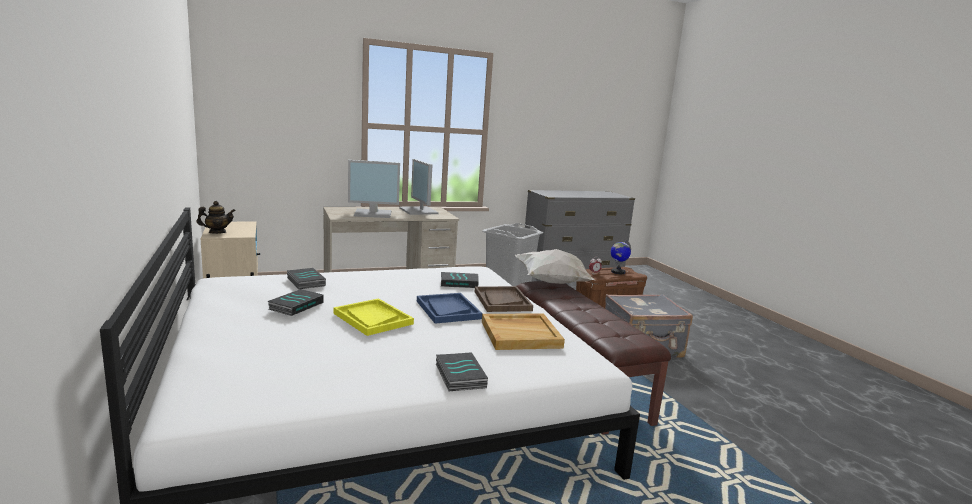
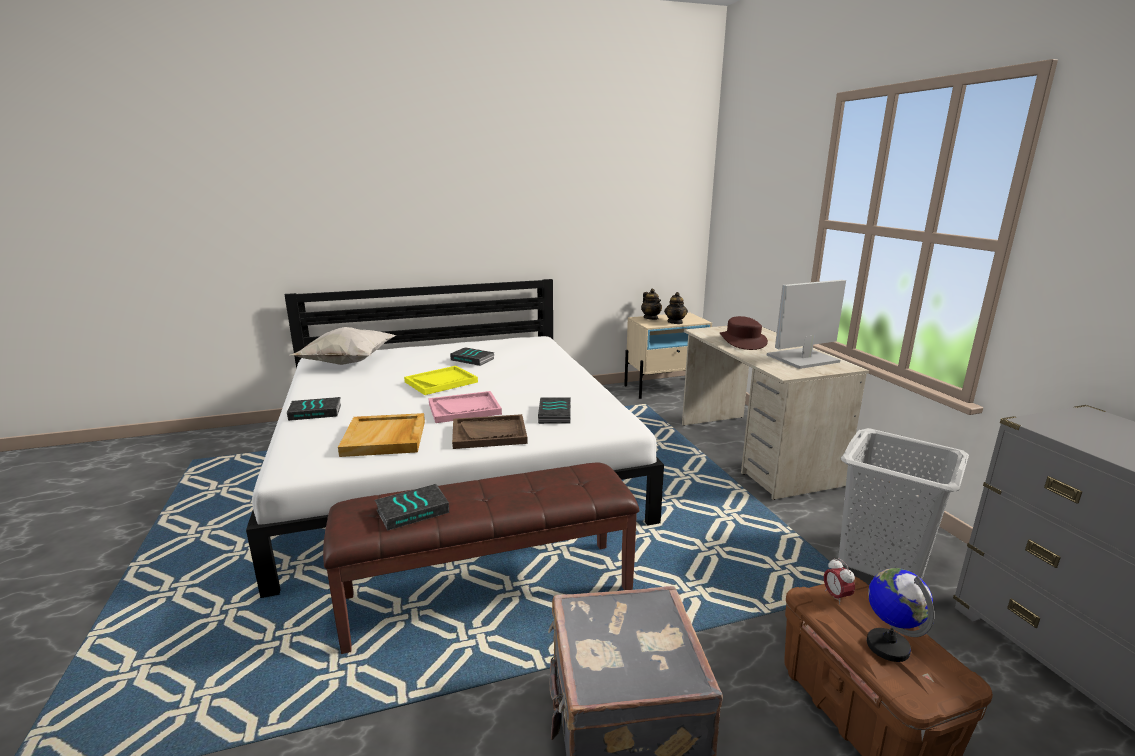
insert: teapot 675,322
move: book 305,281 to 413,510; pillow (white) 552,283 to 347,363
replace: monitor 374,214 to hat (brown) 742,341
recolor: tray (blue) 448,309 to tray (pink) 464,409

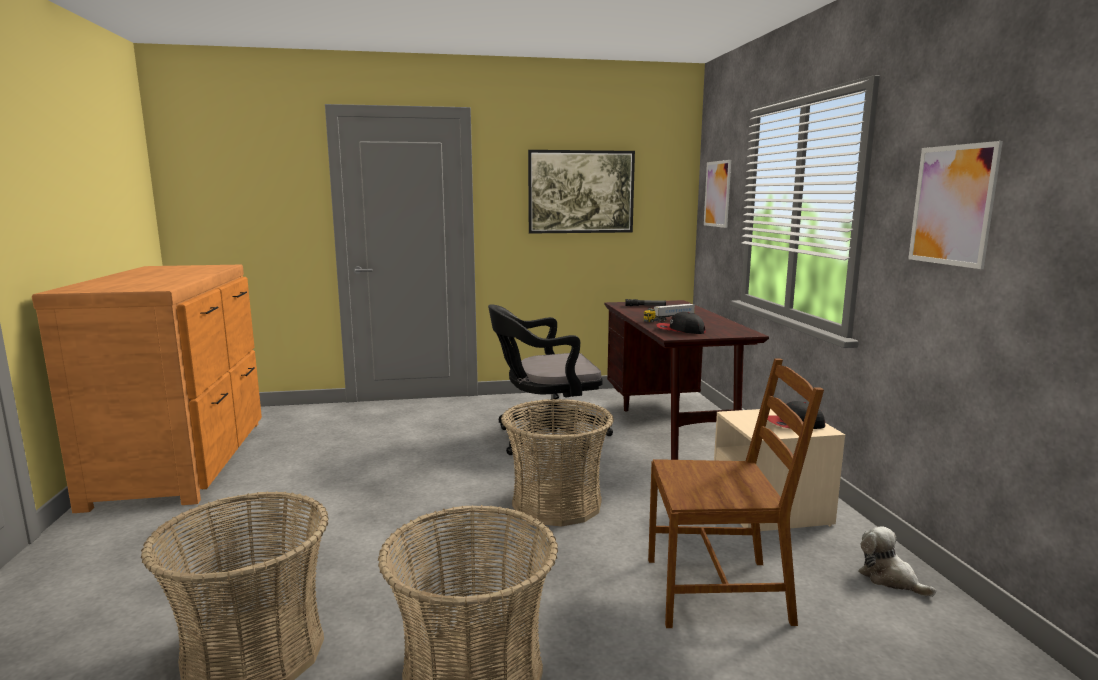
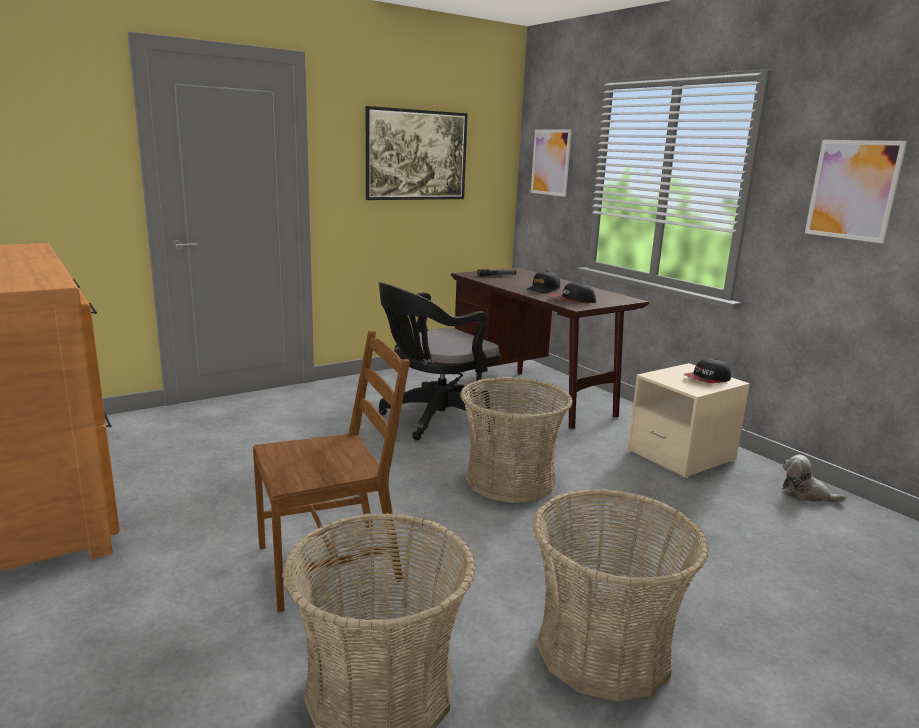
move: chair (brown) 718,591 to 330,563
replace: toy truck 668,320 to cap (black) 543,289

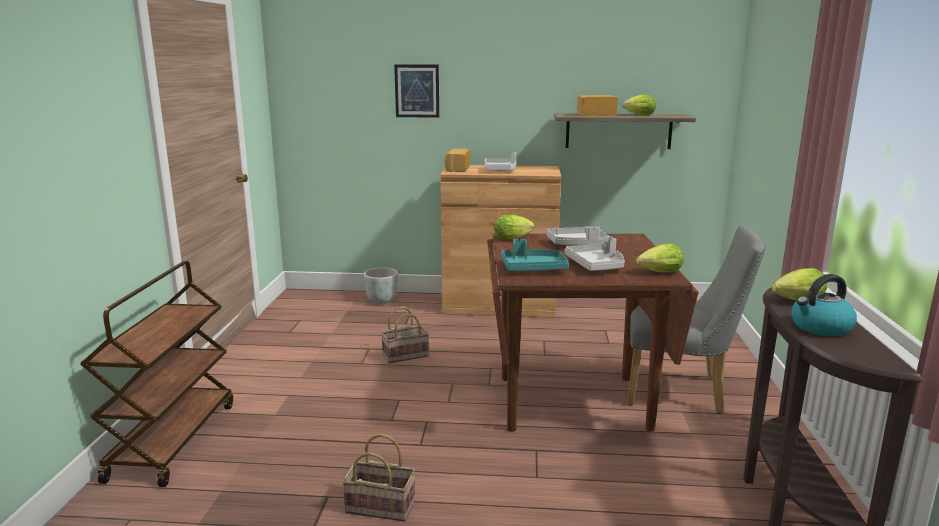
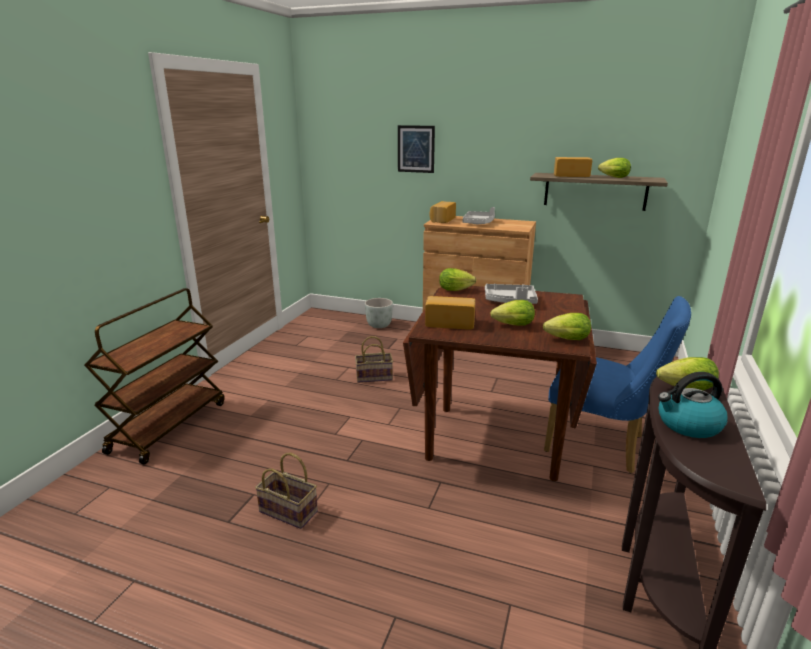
replace: tray (turquoise) 533,269 to bread 450,323; tray (grey) 596,265 to lettuce 511,325
recolor: chair (grey) 682,391 to chair (blue) 602,445

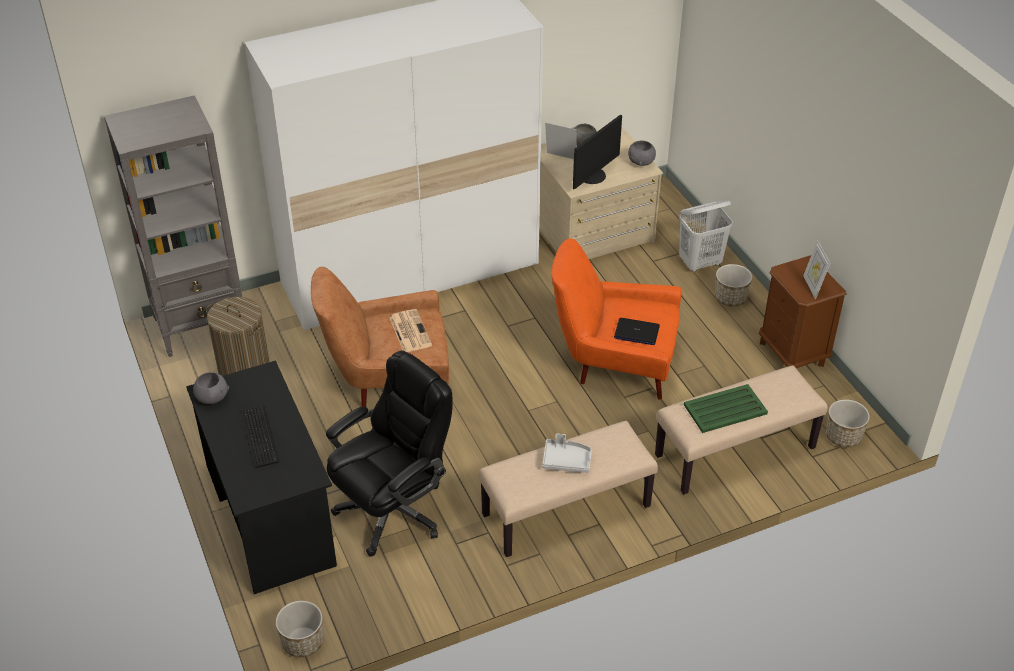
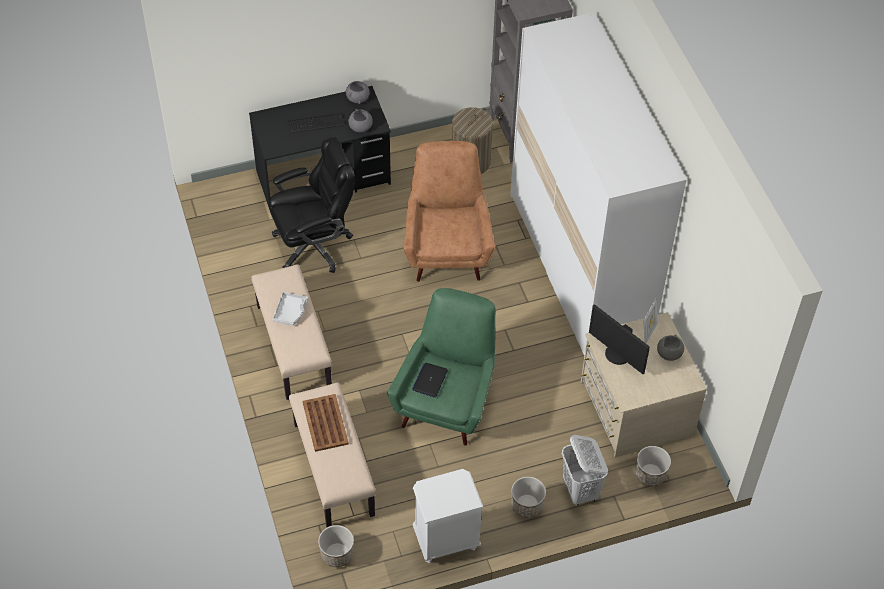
delete: newspaper 409,331; picture frame 812,287
move: planter 302,642 to 650,474; bowl (grey) 641,162 to 360,127
recolor: armchair (orange) 615,364 to armchair (green) 447,400; tray (green) 726,409 to tray (brown) 325,424; nightstand (brown) 792,353 to nightstand (white) 445,540
rotate: office chair (black) 393,510 = 314,245 75 degrees counterclockwise

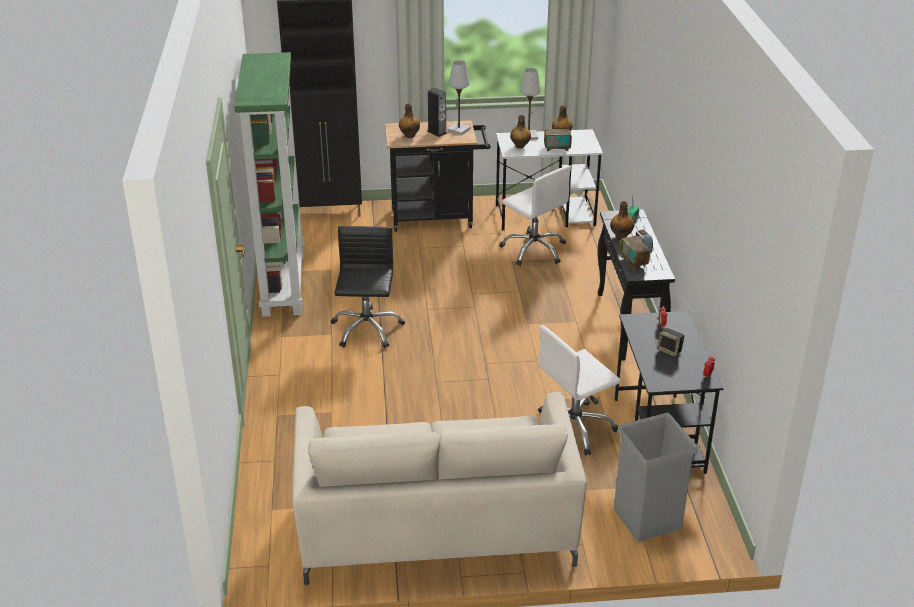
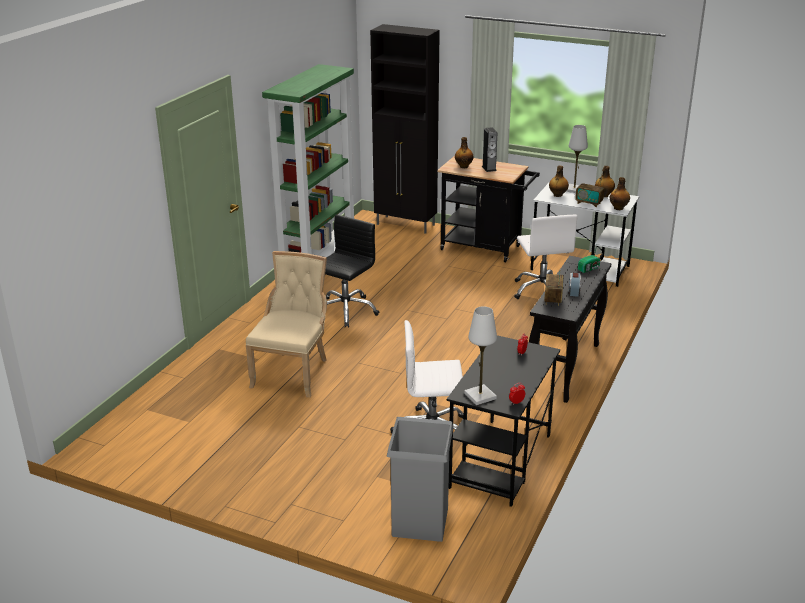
delete: sofa (beige) 436,525; speaker 670,351
insert: chair (beige) 293,372
move: table lamp (white) 458,130 to 480,396; bottle 621,236 to 618,208

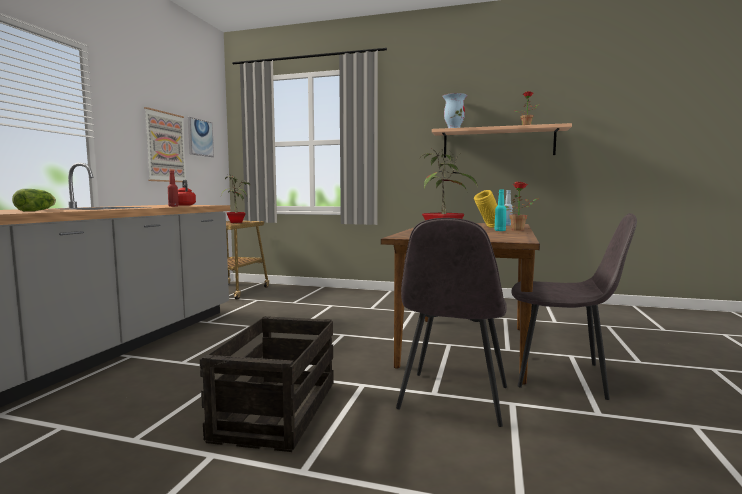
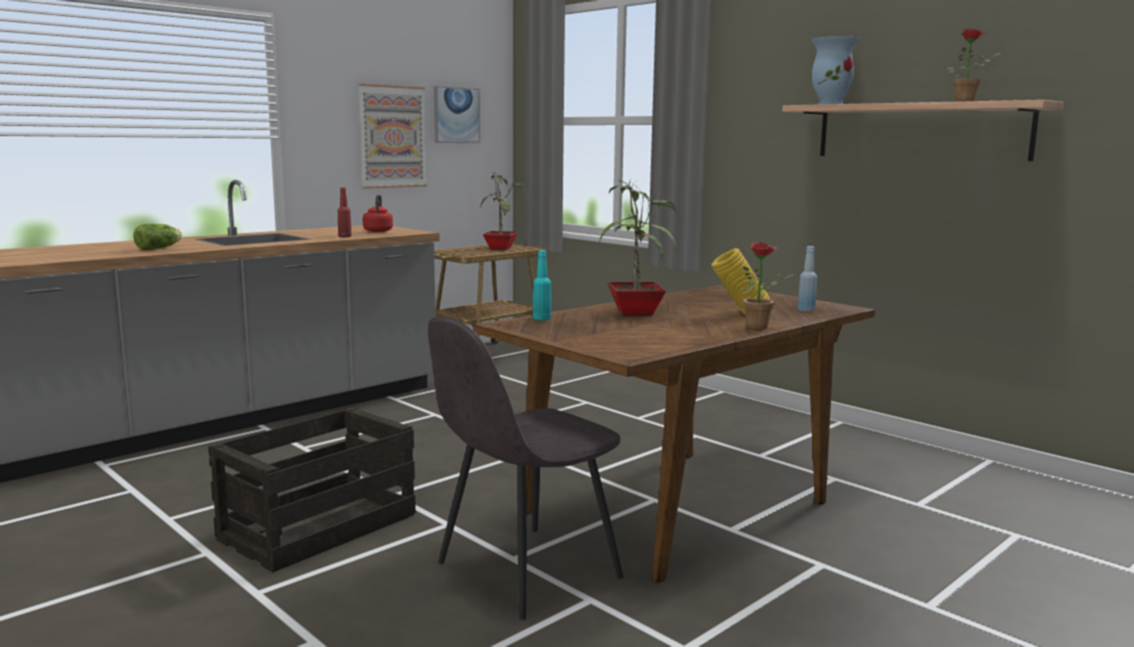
delete: chair (grey) 562,376
move: bottle (turquoise) 500,230 to 542,319

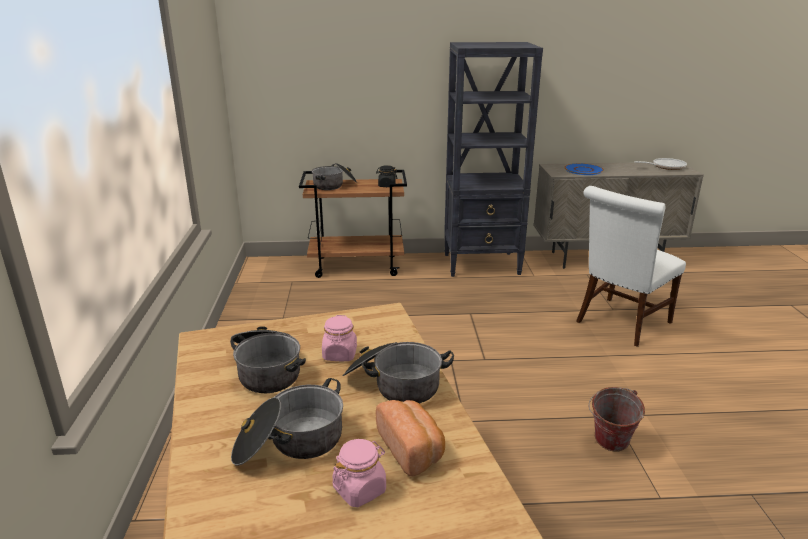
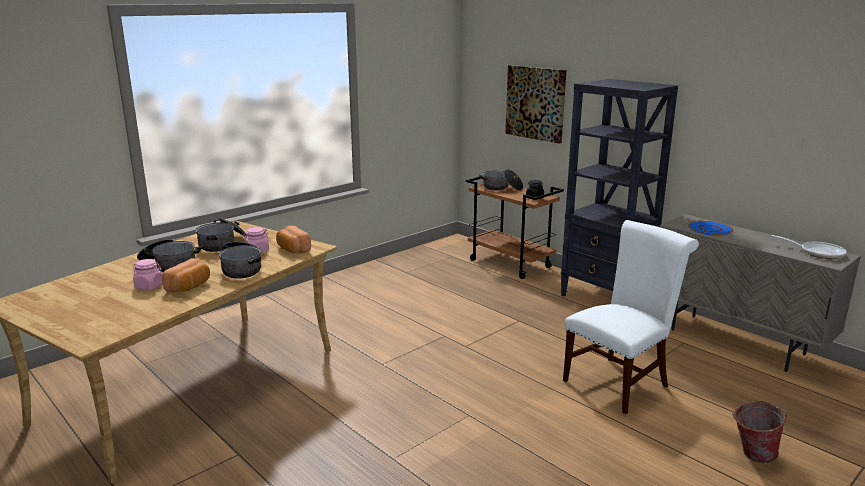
insert: bread 292,249; picture 535,103
move: bucket 609,445 to 751,455
rotate: chair (white) 620,323 = 619,381 135 degrees clockwise

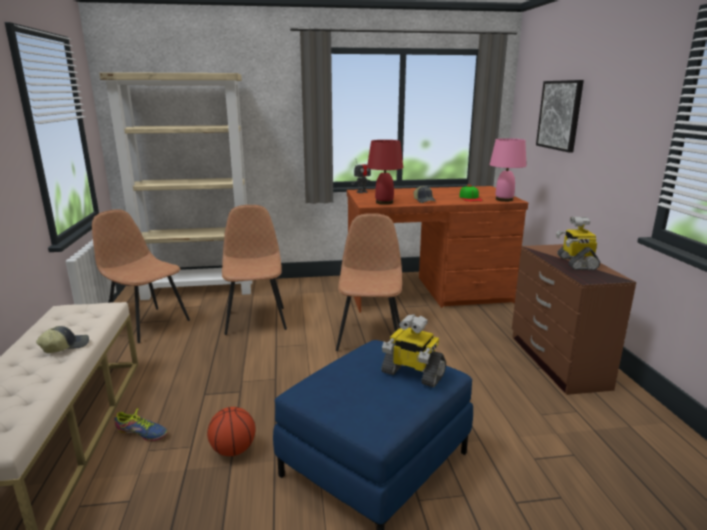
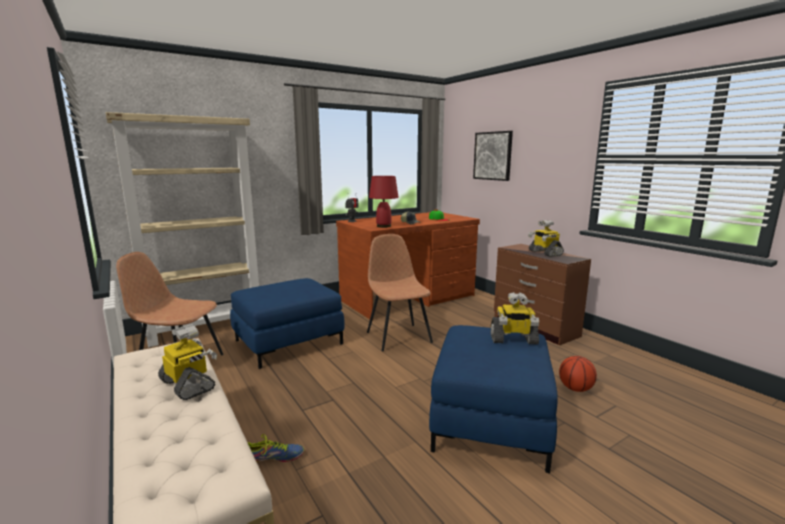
delete: table lamp (pink) 503,199
move: basketball 233,450 to 575,389
replace: cap 65,346 to toy robot 188,385; chair (brown) 256,320 to ottoman (blue) 288,342

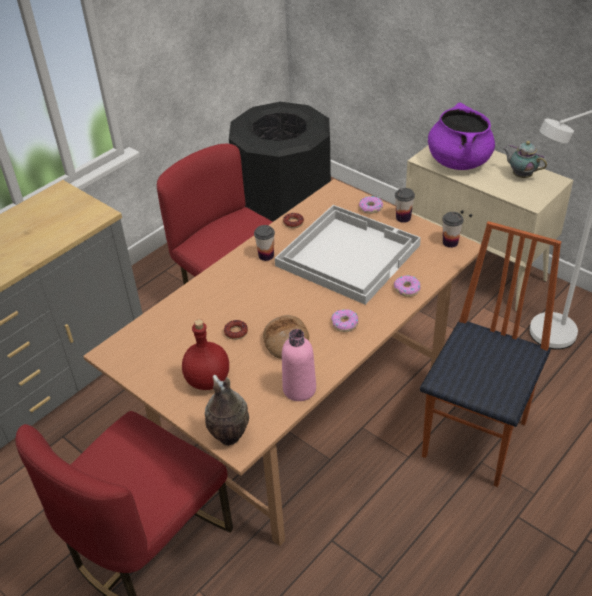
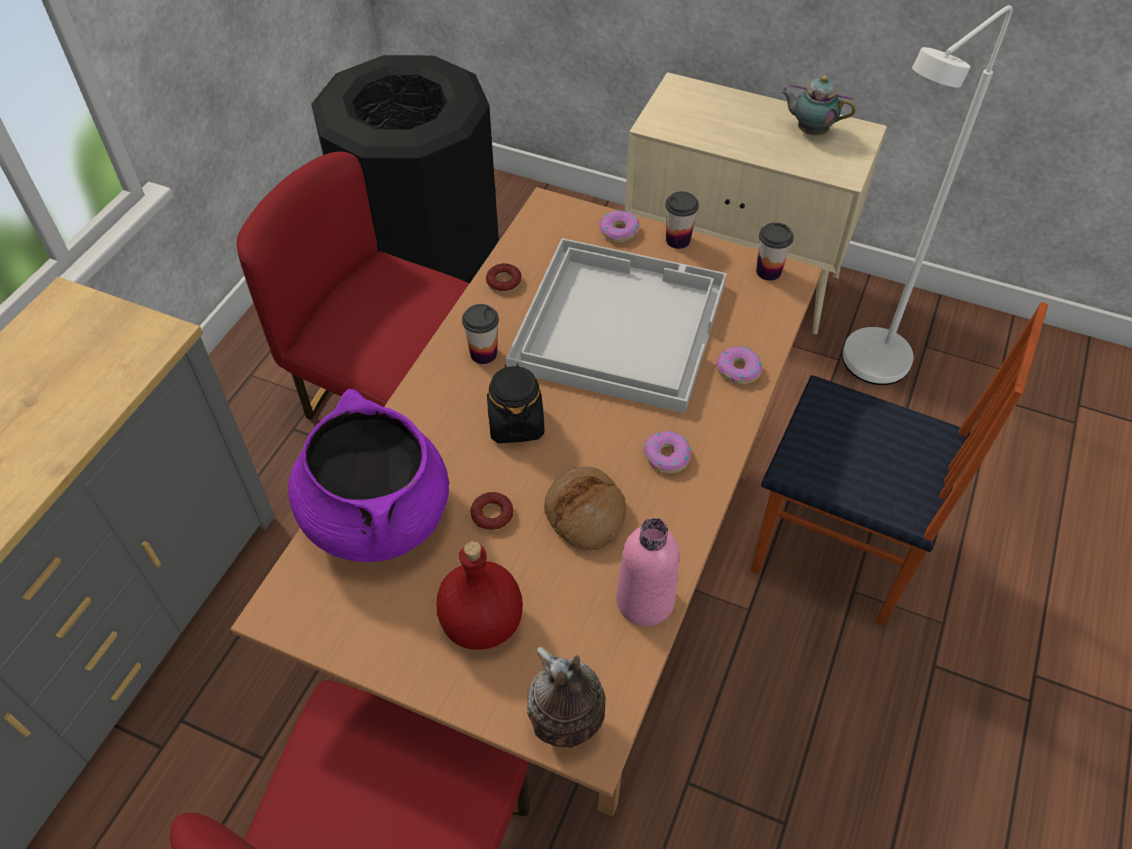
insert: jar (black) 516,423
move: cooking pot (purple) 458,161 to 376,515
rotate: chair 477,439 = 834,555 105 degrees clockwise

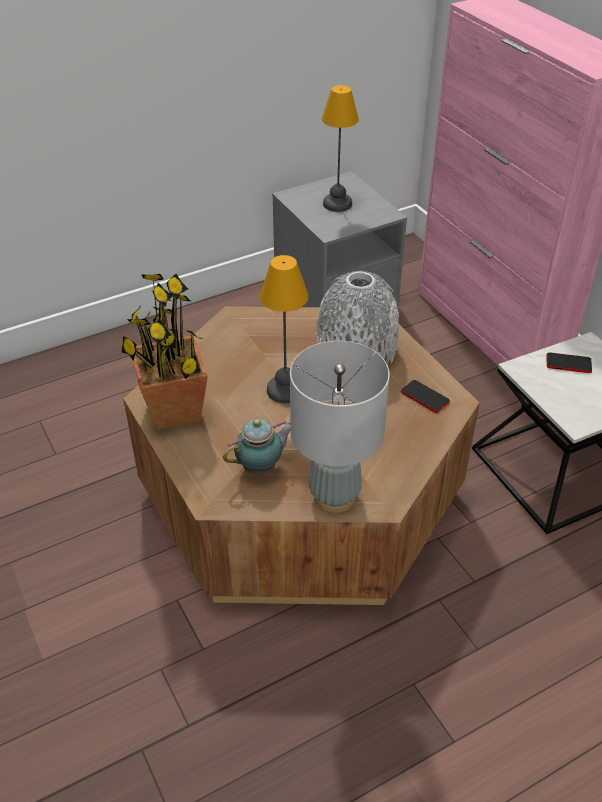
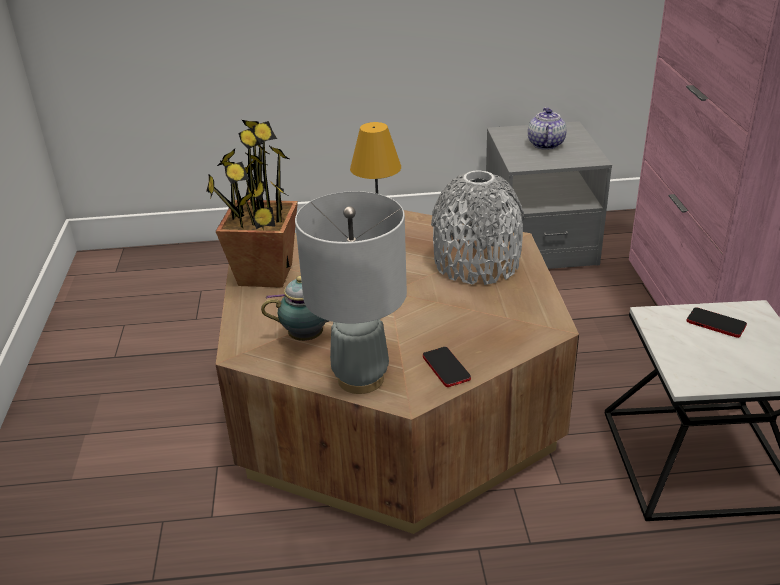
move: phone 425,397 to 446,368
replace: table lamp 337,204 to teapot 545,144

